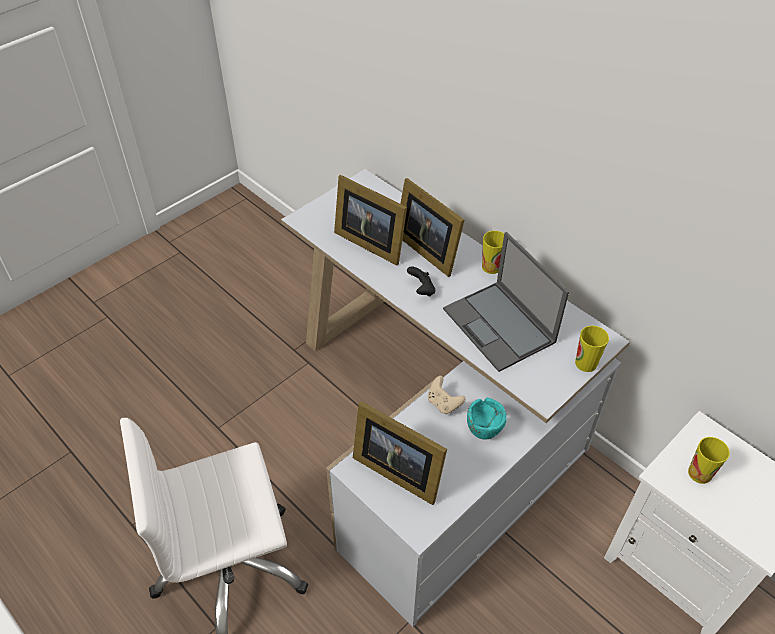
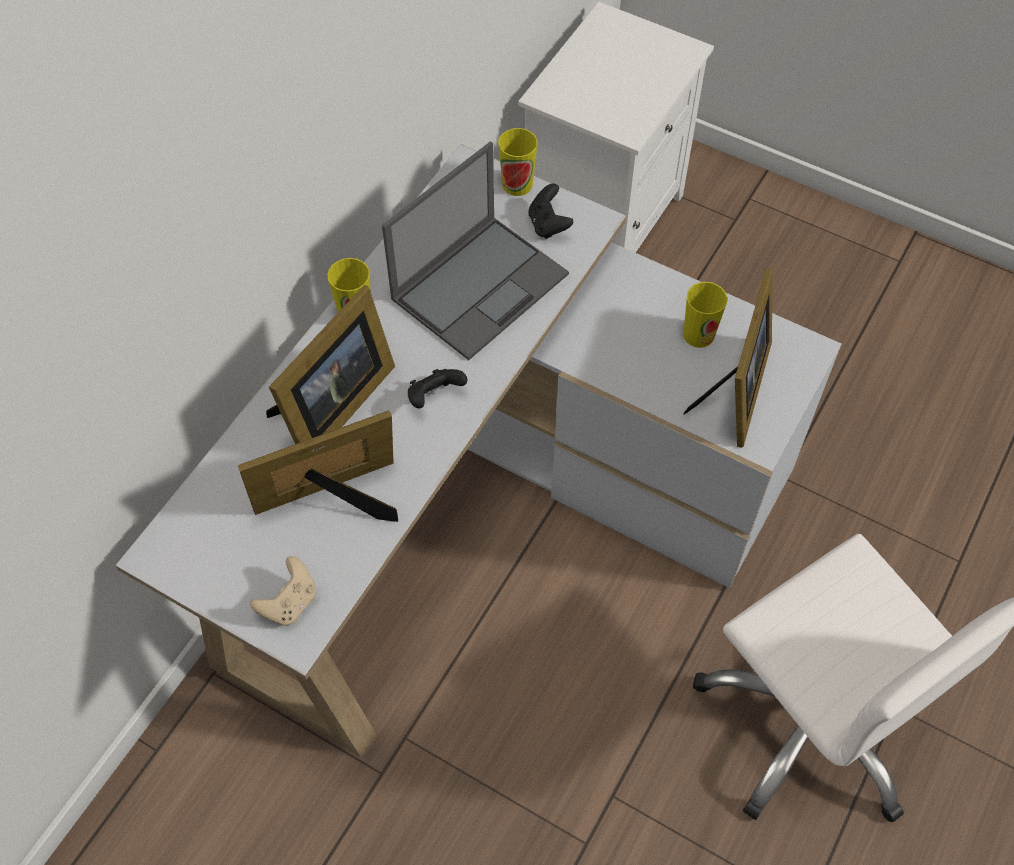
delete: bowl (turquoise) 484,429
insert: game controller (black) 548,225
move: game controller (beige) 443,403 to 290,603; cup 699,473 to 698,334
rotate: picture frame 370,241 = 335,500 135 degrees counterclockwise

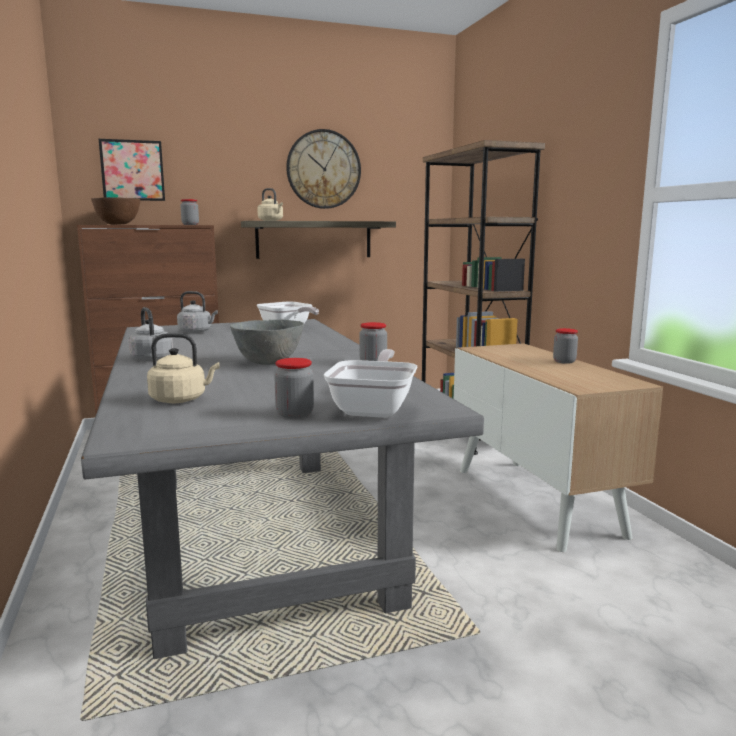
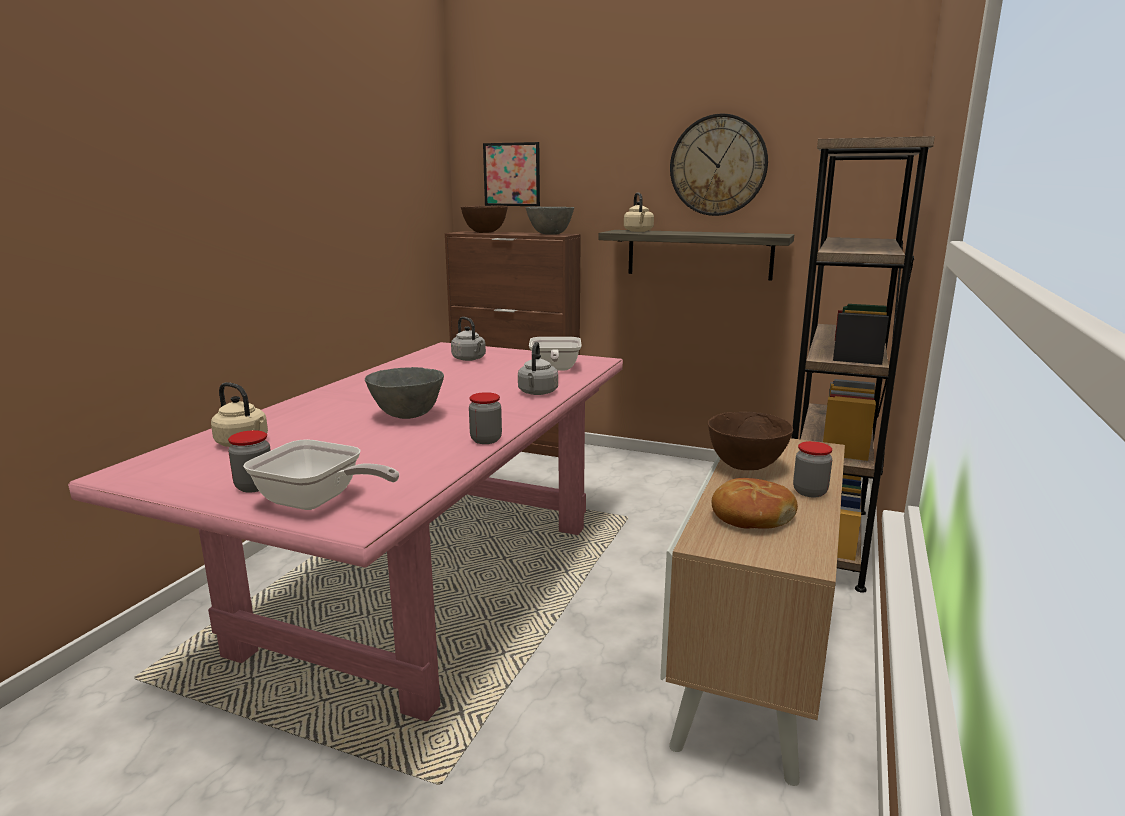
insert: bowl (brown) 745,466; bread 751,516
move: kettle (grey) 152,359 to 537,393
replace: jar 190,224 to bowl (grey) 550,234
recolor: dining table (grey) 259,536 to dining table (pink) 429,583
rotate: frying pan 375,408 = 317,502 60 degrees clockwise

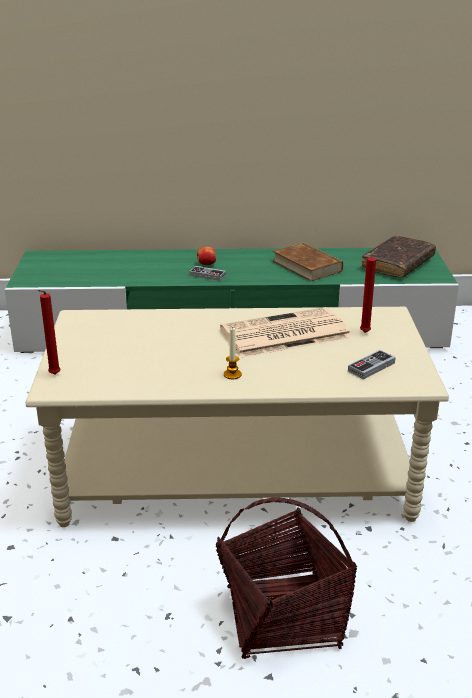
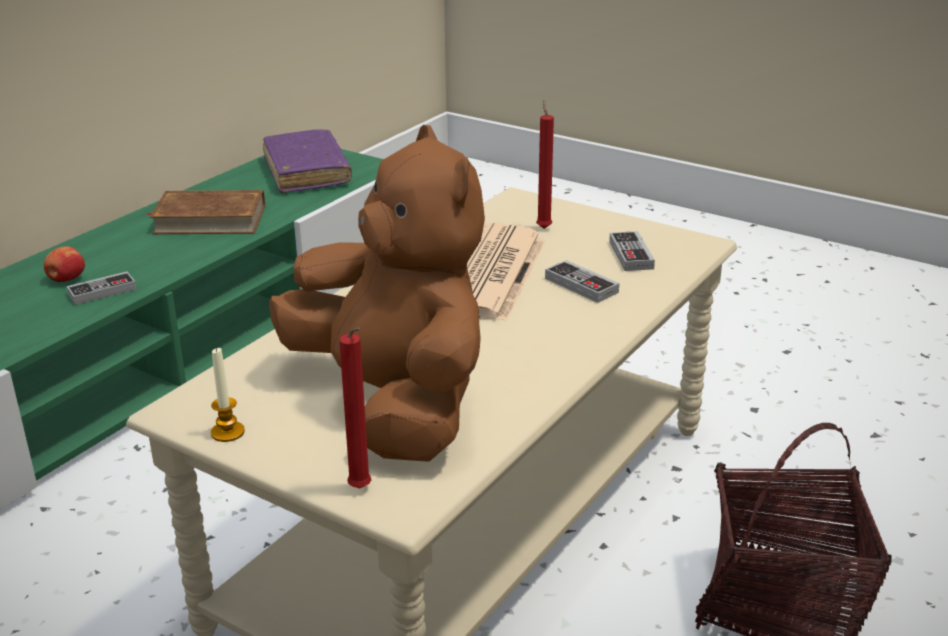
insert: plush toy (brown) 394,404; game controller 581,285
move: candle 232,374 to 227,432
recolor: book (brown) 397,264 to book (purple) 307,172

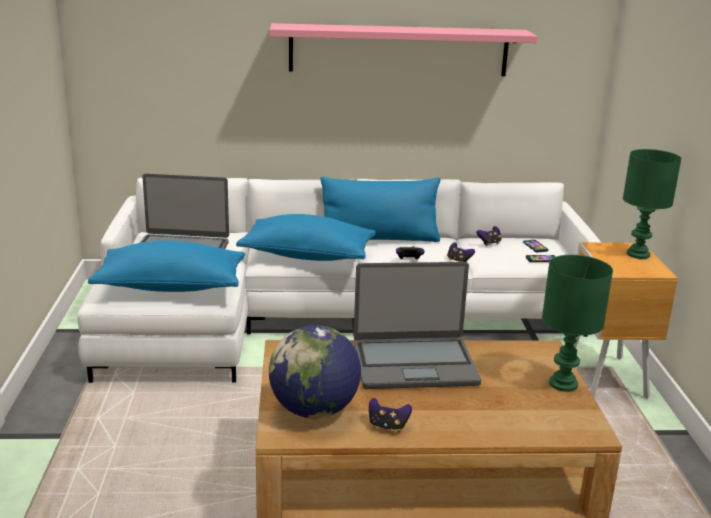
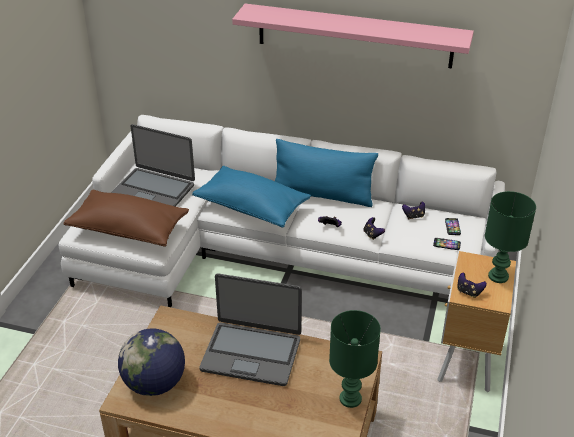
move: game controller 387,426 to 469,292
recolor: pillow (blue) 171,287 to pillow (brown) 129,229

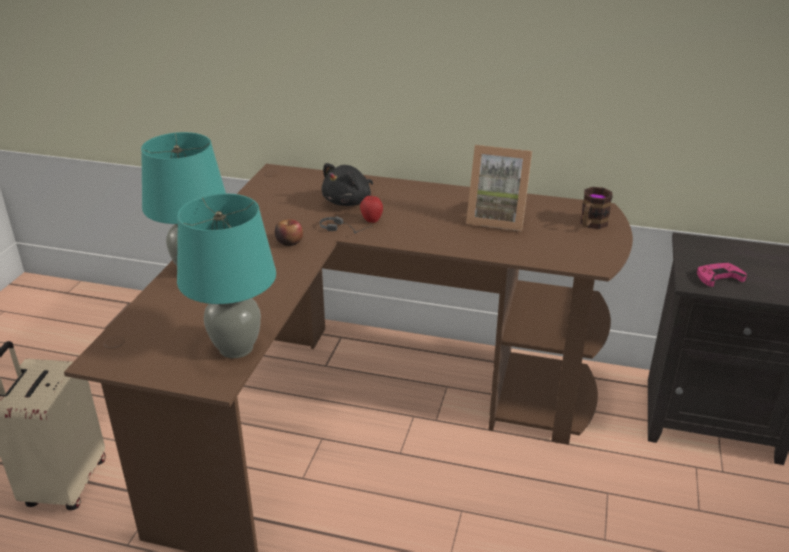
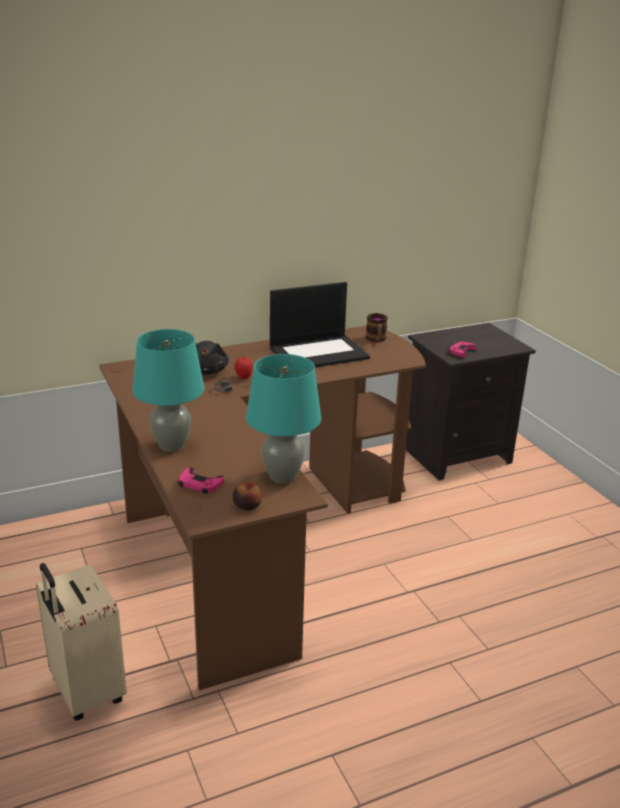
insert: game controller (pink) 199,484
move: apple 289,242 to 247,505
replace: picture frame 497,218 to laptop 319,352

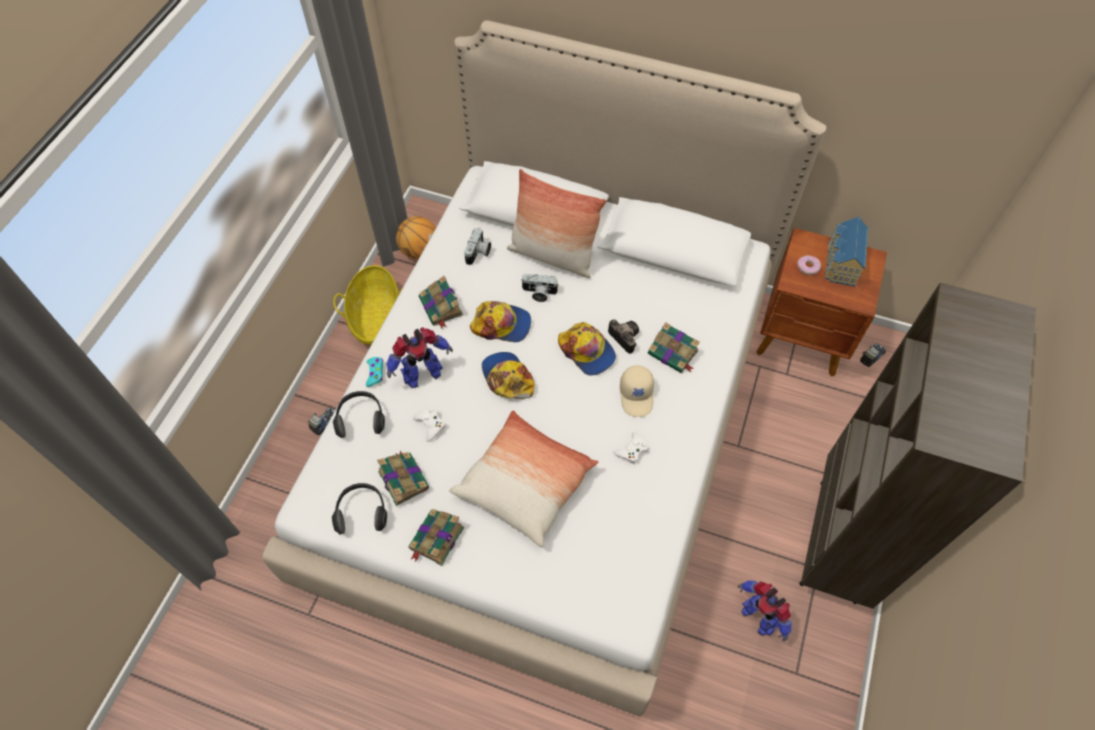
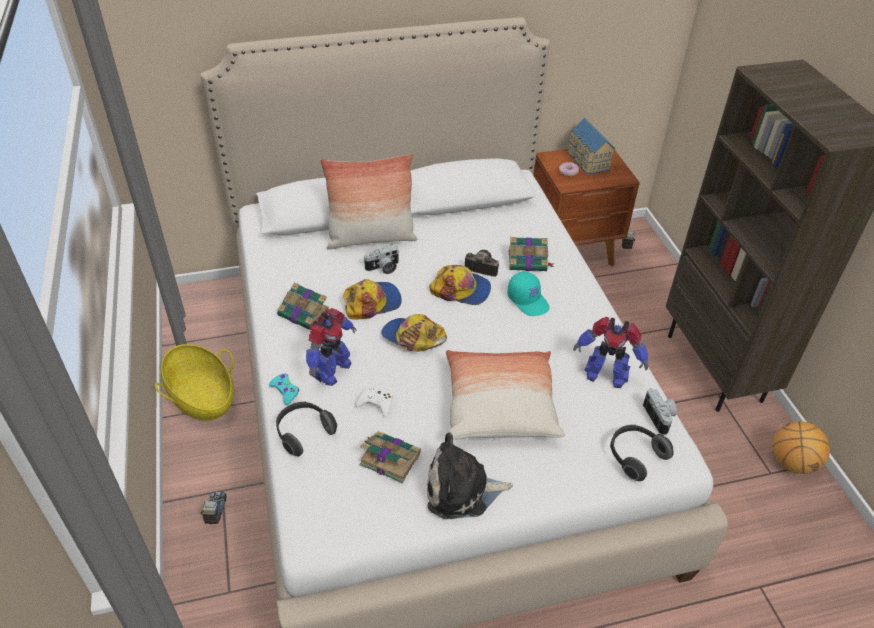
delete: game controller (white) 632,450
move: headphones 362,512 to 635,457; basketball 419,251 to 792,462; photo camera 478,253 to 660,417; toy robot 758,616 to 605,375
replace: book 436,539 to plush toy 462,490
recolor: cap (beige) 637,395 to cap (turquoise) 528,300

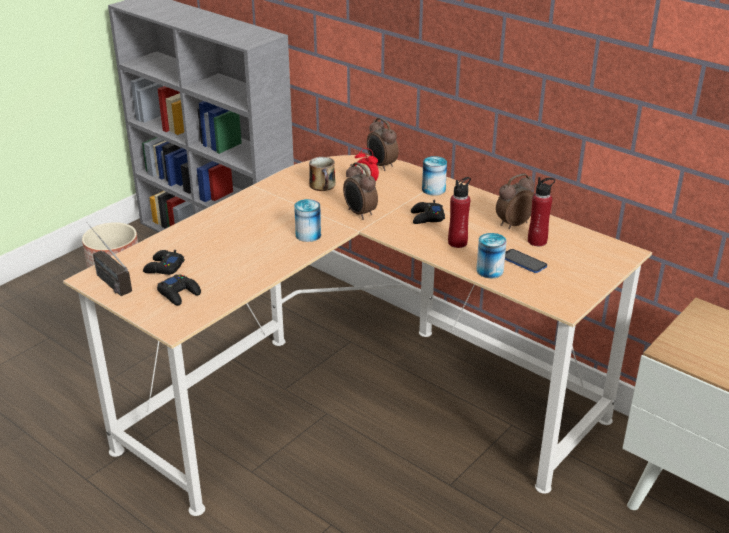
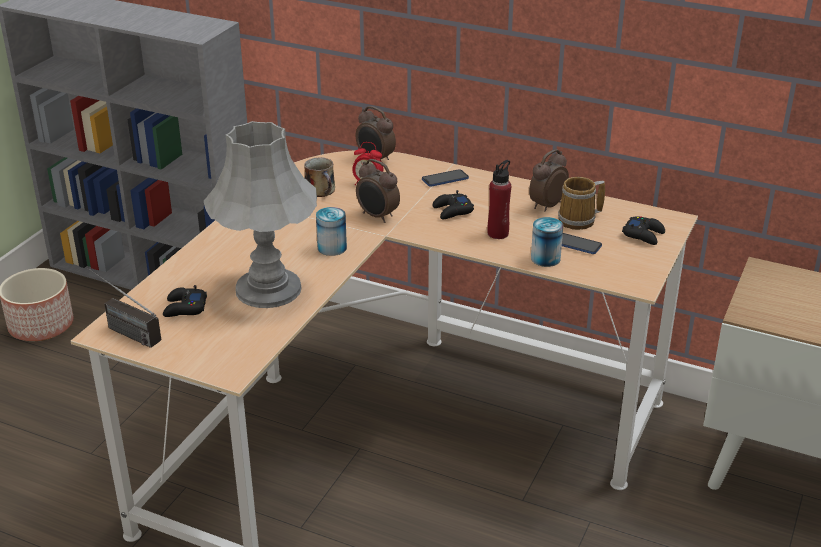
insert: table lamp (grey) 268,289
move: game controller (black) 179,293 to 643,235
replace: can 433,189 to phone 445,179; bottle (red) 537,241 to mug 579,220

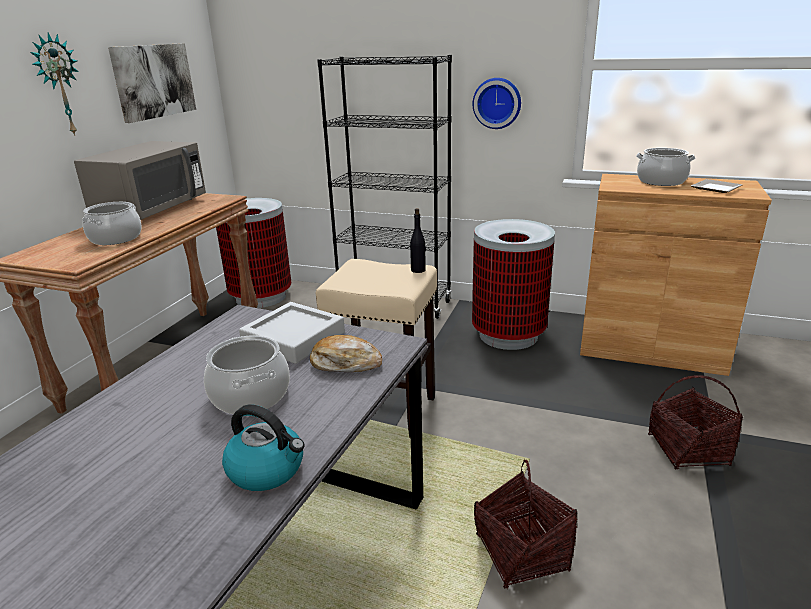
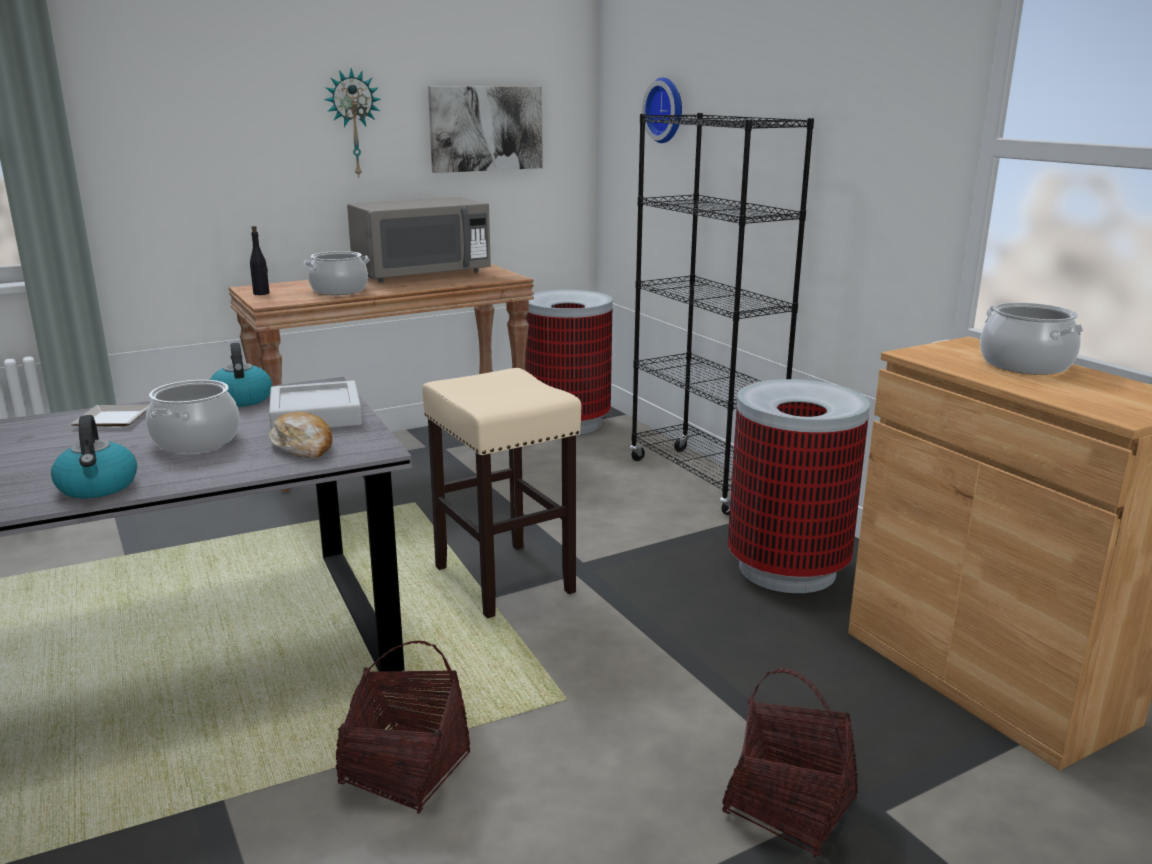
insert: kettle 241,399
move: bottle (black) 418,270 to 261,293; wall clock 497,103 to 667,110; plate 715,188 to 116,419

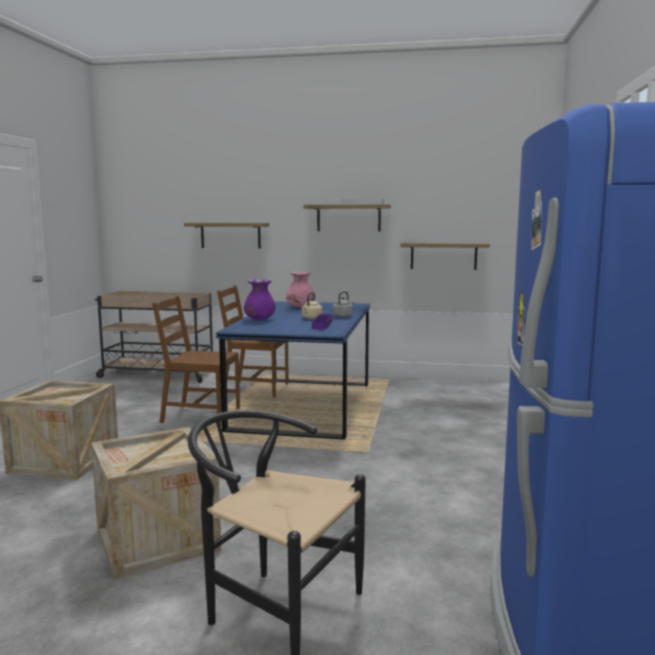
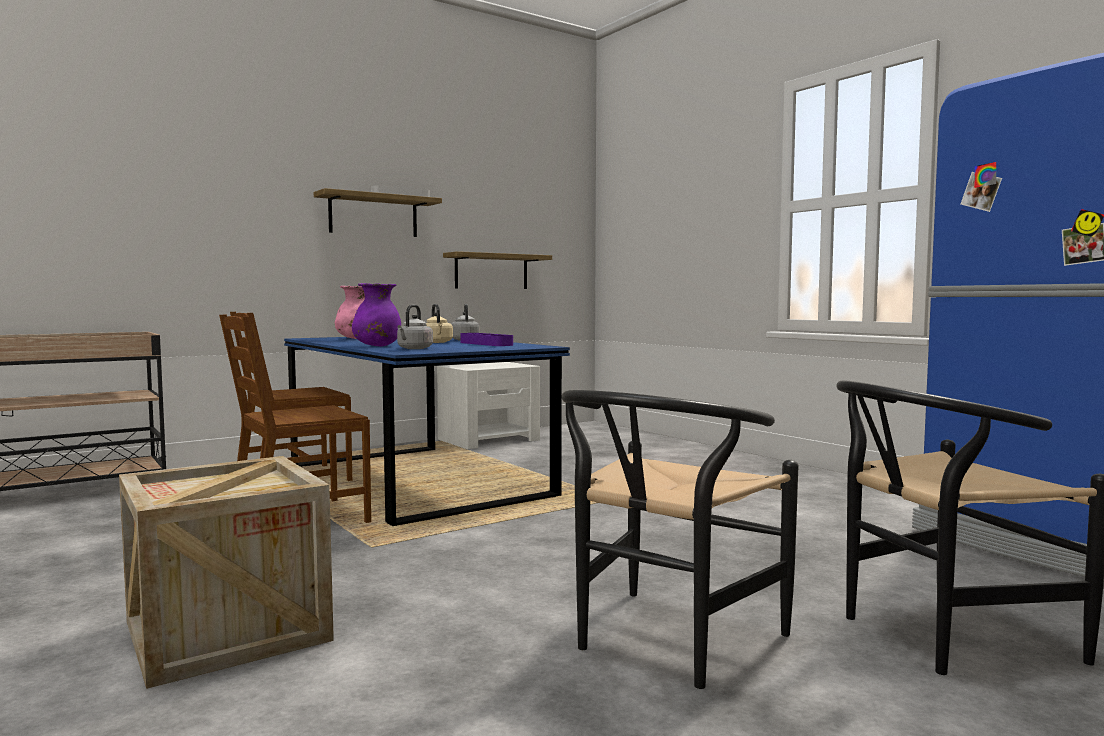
delete: shelf 230,235
insert: kettle (grey) 414,348; nightstand (white) 489,439
replace: crate 157,540 to chair (black) 666,643

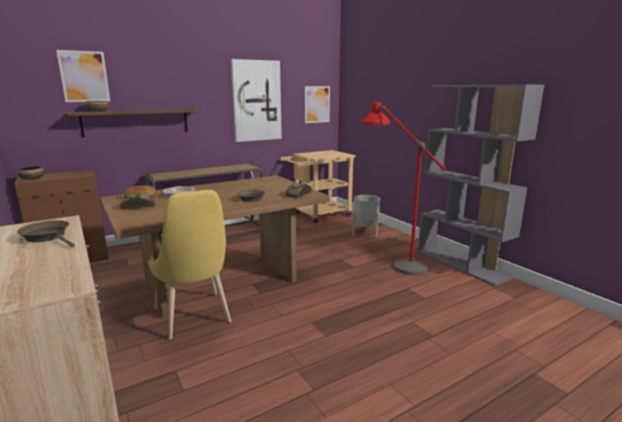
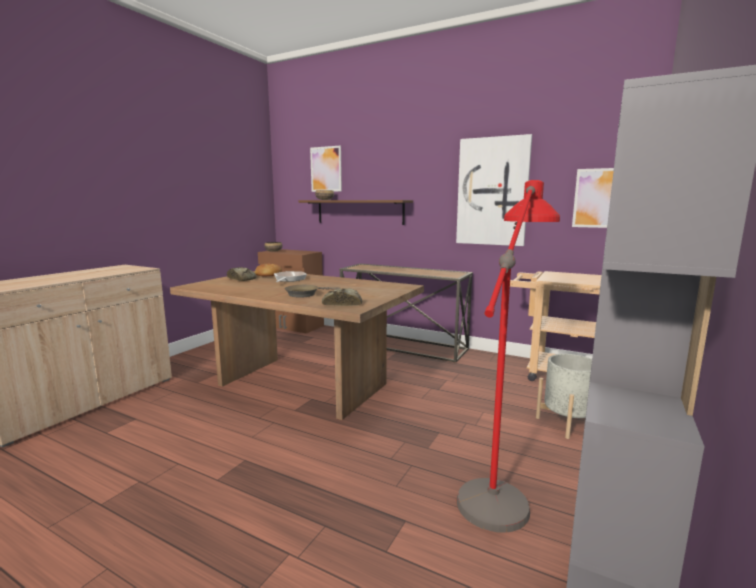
delete: frying pan (brown) 48,237; chair (yellow) 194,318

